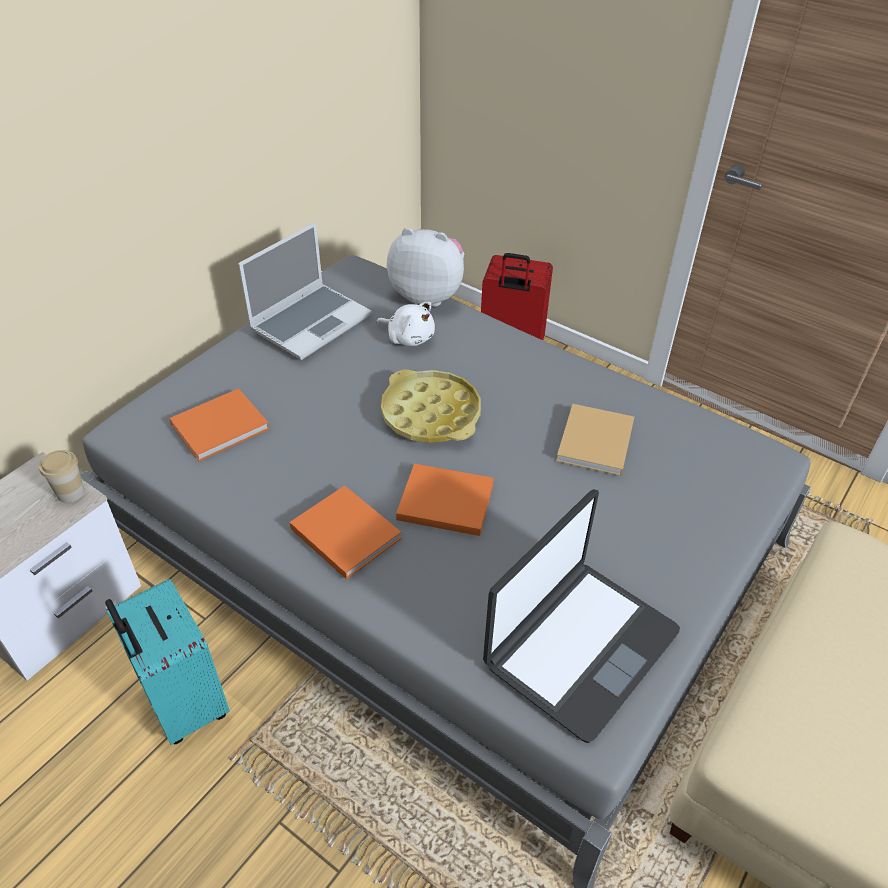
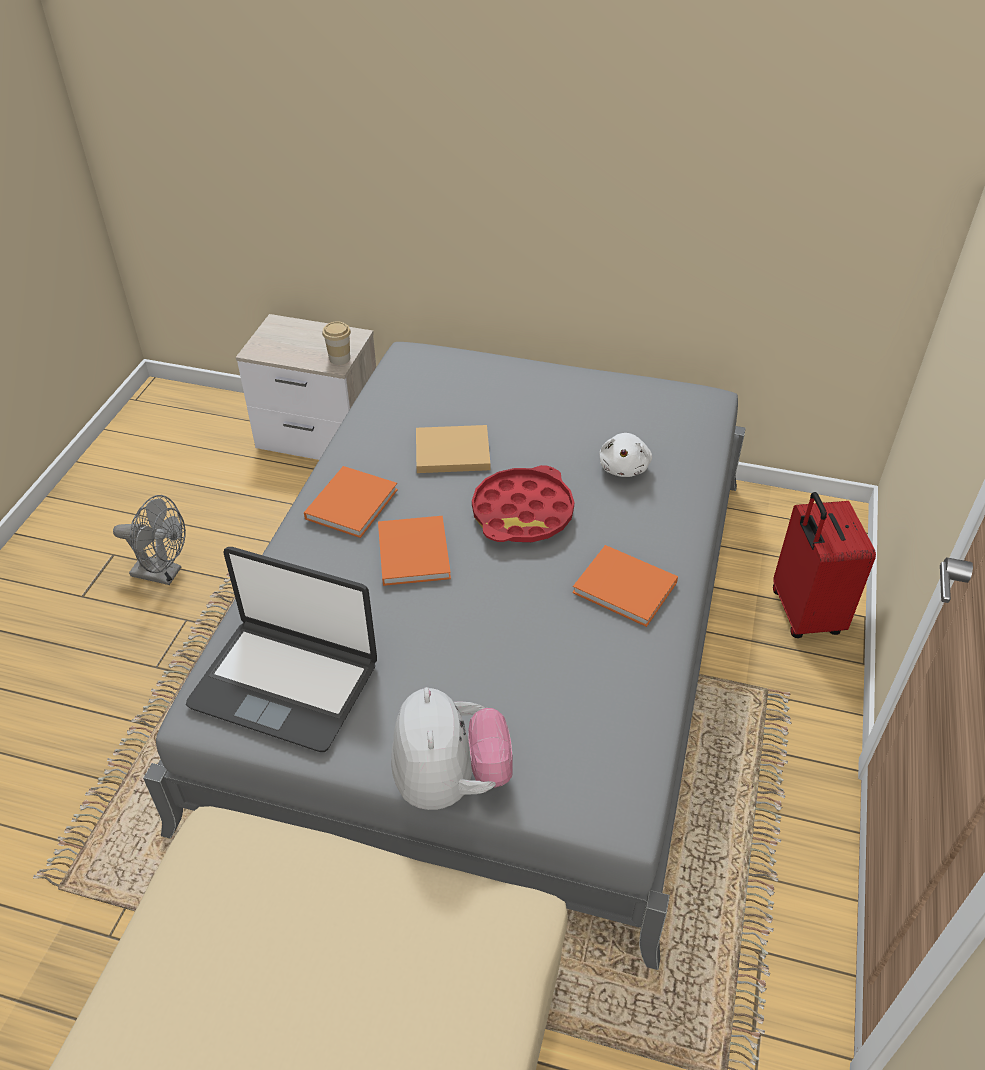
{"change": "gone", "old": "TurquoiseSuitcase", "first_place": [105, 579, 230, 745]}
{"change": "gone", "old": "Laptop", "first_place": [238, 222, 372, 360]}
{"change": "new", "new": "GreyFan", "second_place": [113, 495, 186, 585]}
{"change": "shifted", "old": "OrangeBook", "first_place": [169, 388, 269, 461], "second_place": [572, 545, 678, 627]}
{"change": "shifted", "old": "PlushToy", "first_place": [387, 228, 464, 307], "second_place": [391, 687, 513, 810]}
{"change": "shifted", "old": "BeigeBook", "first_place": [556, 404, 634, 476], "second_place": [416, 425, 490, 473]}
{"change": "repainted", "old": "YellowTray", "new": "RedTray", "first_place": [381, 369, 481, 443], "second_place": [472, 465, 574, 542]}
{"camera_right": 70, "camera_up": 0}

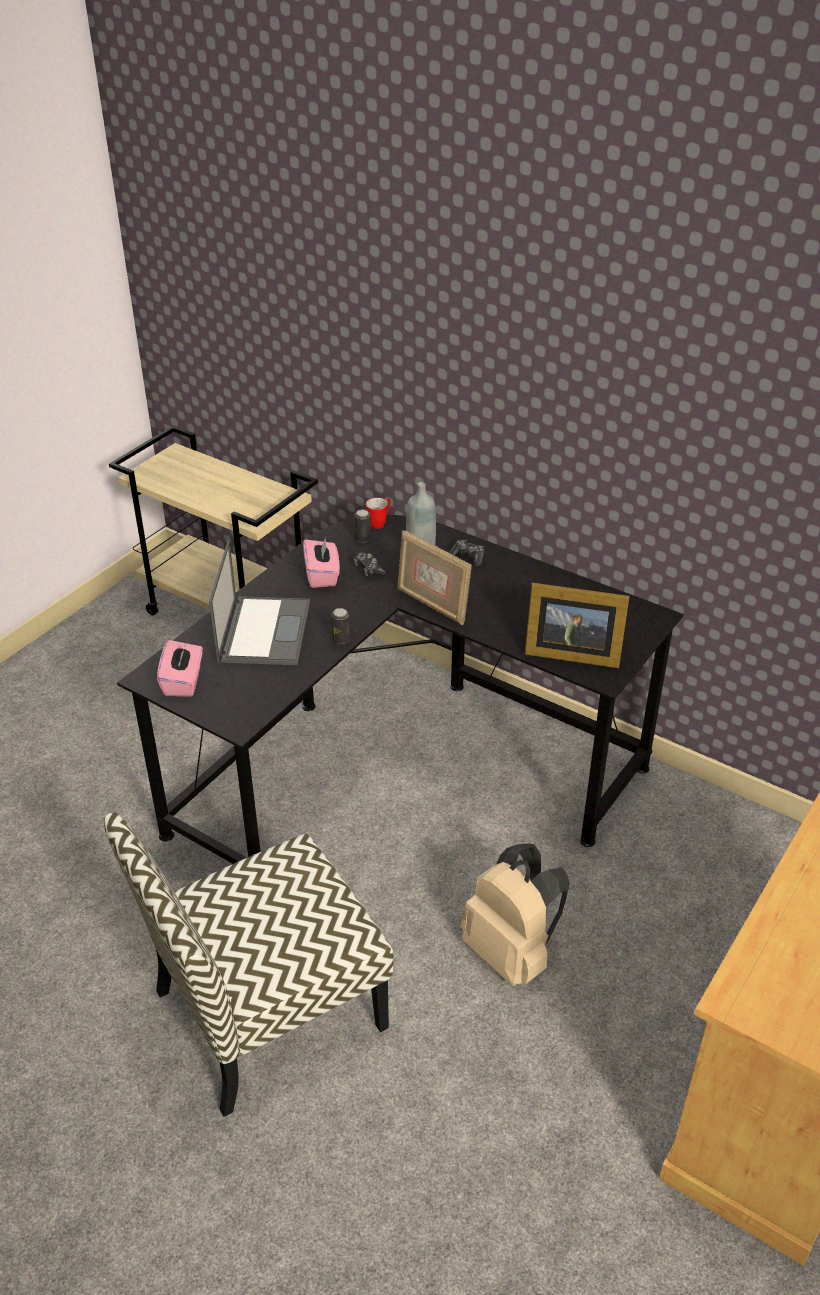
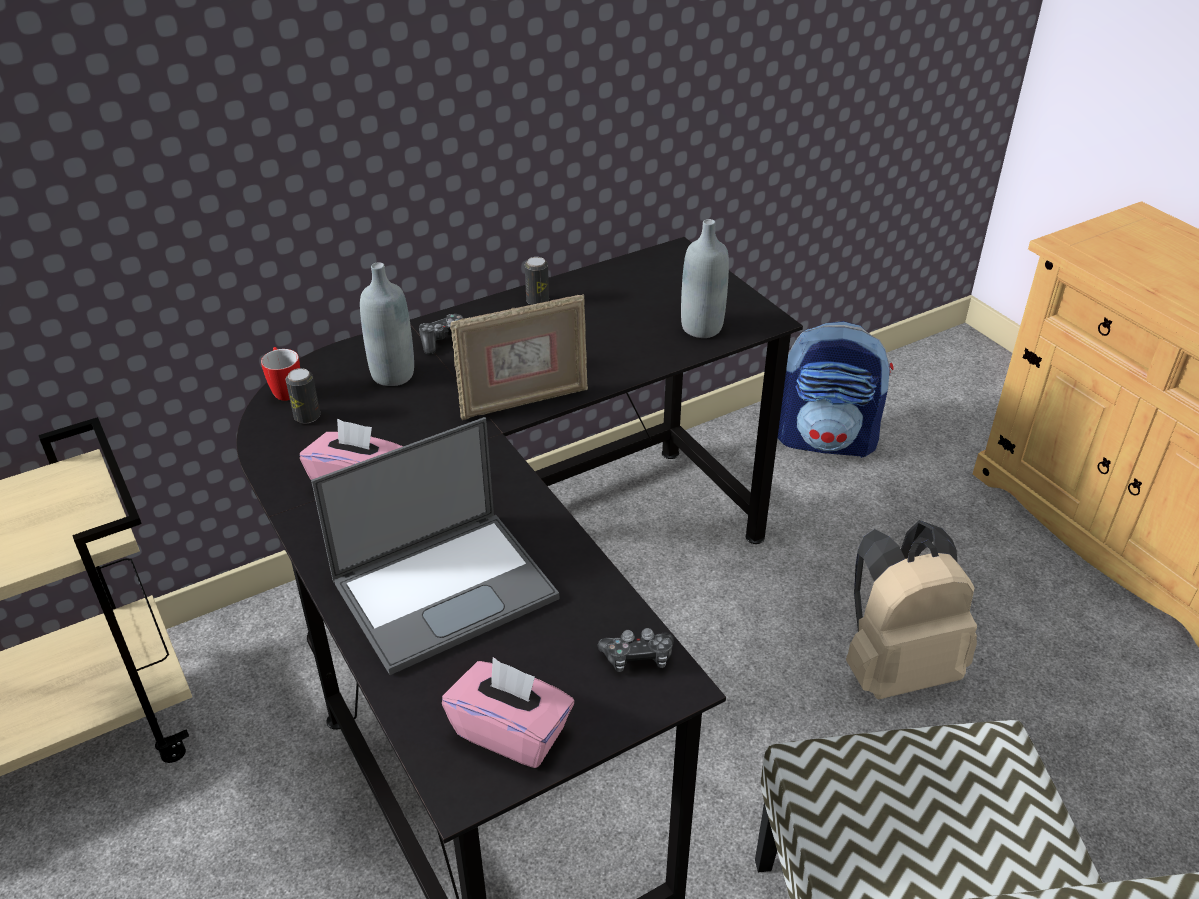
{"change": "new", "new": "Backpack", "second_place": [778, 321, 894, 458]}
{"change": "shifted", "old": "Can", "first_place": [331, 608, 350, 644], "second_place": [525, 257, 549, 305]}
{"change": "shifted", "old": "GameController", "first_place": [354, 552, 388, 577], "second_place": [598, 628, 674, 672]}
{"change": "swapped", "old": "PictureFrame", "new": "GreyBottle", "first_place": [525, 583, 629, 668], "second_place": [681, 219, 729, 338]}
{"change": "rotated", "old": "Laptop", "first_place": [209, 541, 310, 665], "second_place": [311, 417, 559, 675], "degrees": 120}
{"camera_right": -65, "camera_up": 0}

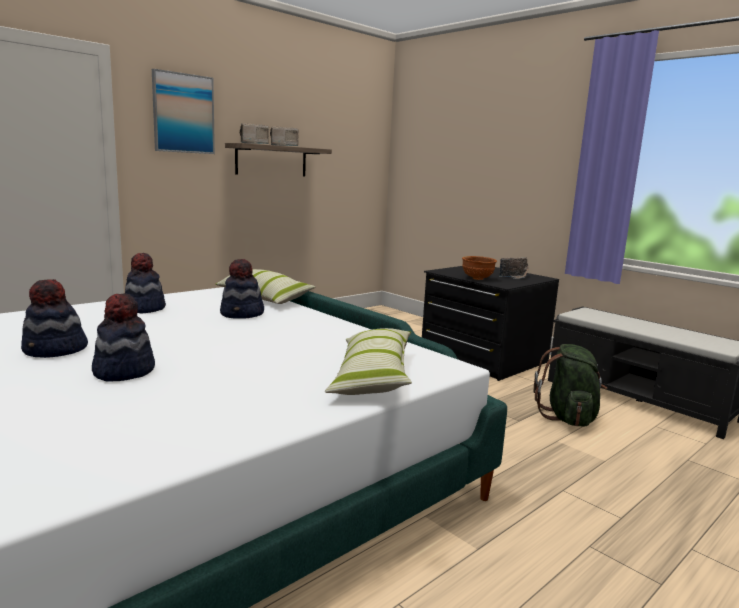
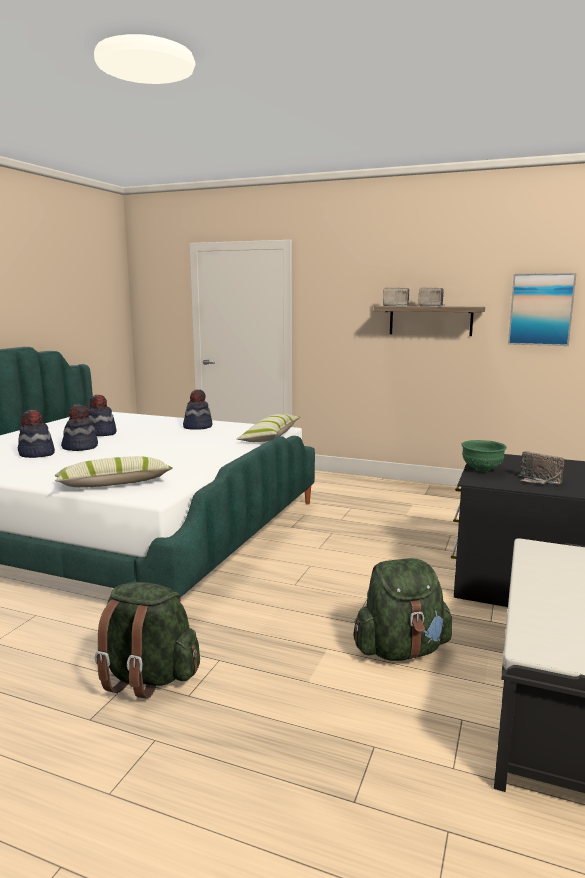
{"change": "new", "new": "GreenBackpack", "second_place": [95, 582, 200, 699]}
{"change": "shifted", "old": "Picture", "first_place": [152, 69, 215, 154], "second_place": [508, 273, 577, 346]}
{"change": "shifted", "old": "Hat", "first_place": [220, 259, 264, 319], "second_place": [18, 410, 55, 458]}
{"change": "repainted", "old": "BrownBowl", "new": "GreenBowl", "first_place": [462, 256, 497, 280], "second_place": [462, 440, 507, 472]}
{"camera_right": 65, "camera_up": 0}

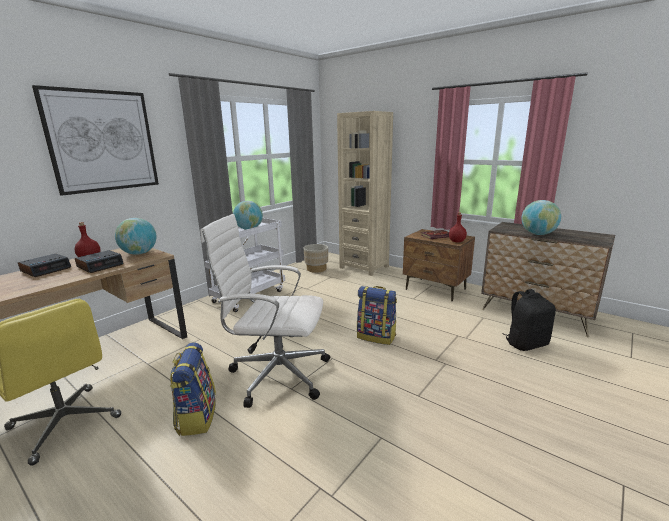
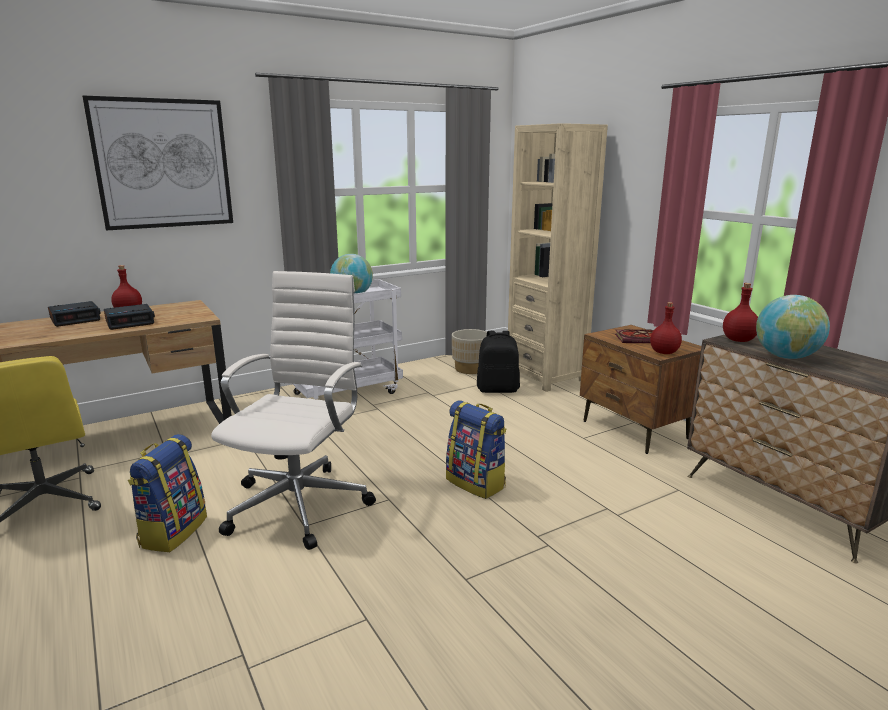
{"change": "gone", "old": "Globe", "first_place": [115, 218, 157, 255]}
{"change": "new", "new": "RedBottle", "second_place": [723, 283, 758, 342]}
{"change": "shifted", "old": "BlackBackpack", "first_place": [502, 289, 556, 351], "second_place": [477, 331, 520, 393]}
{"change": "rotated", "old": "WhiteOfficeChair", "first_place": [201, 214, 330, 408], "second_place": [211, 271, 376, 550], "degrees": 75}
{"camera_right": 20, "camera_up": 0}

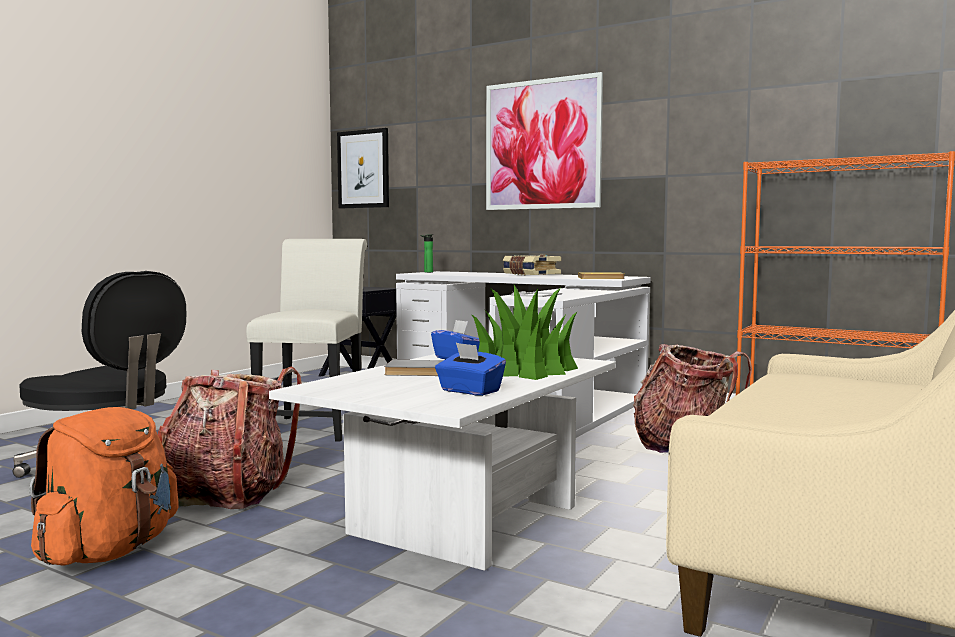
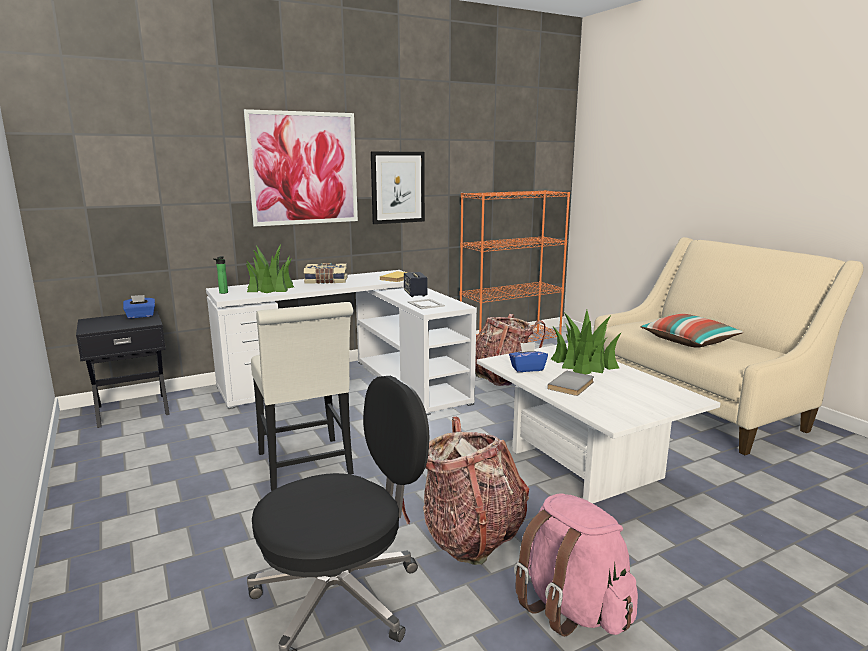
{"change": "new", "new": "PottedPlant", "second_place": [246, 245, 294, 293]}
{"change": "new", "new": "Speaker", "second_place": [404, 272, 428, 297]}
{"change": "new", "new": "Pillow", "second_place": [640, 314, 743, 348]}
{"change": "shifted", "old": "Picture", "first_place": [337, 128, 389, 208], "second_place": [371, 152, 425, 224]}
{"change": "shifted", "old": "BlueTissueBox", "first_place": [435, 343, 506, 396], "second_place": [123, 295, 155, 319]}
{"change": "repainted", "old": "OrangeBackpack", "new": "PinkBackpack", "first_place": [29, 407, 179, 566], "second_place": [514, 493, 638, 637]}
{"change": "rotated", "old": "WhiteChair", "first_place": [246, 239, 367, 442], "second_place": [251, 302, 354, 491], "degrees": -150}
{"camera_right": -60, "camera_up": 10}

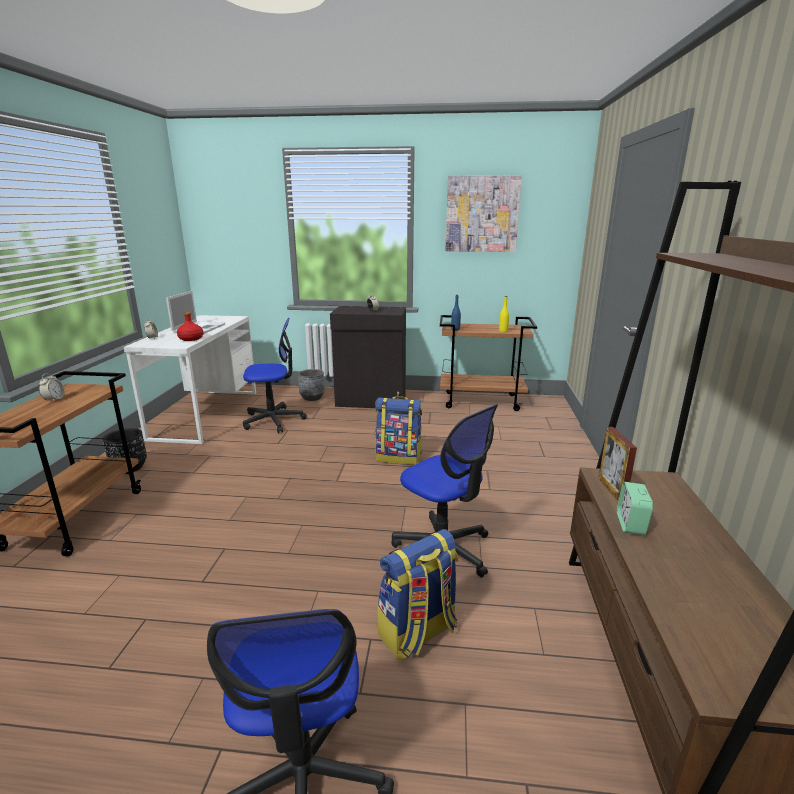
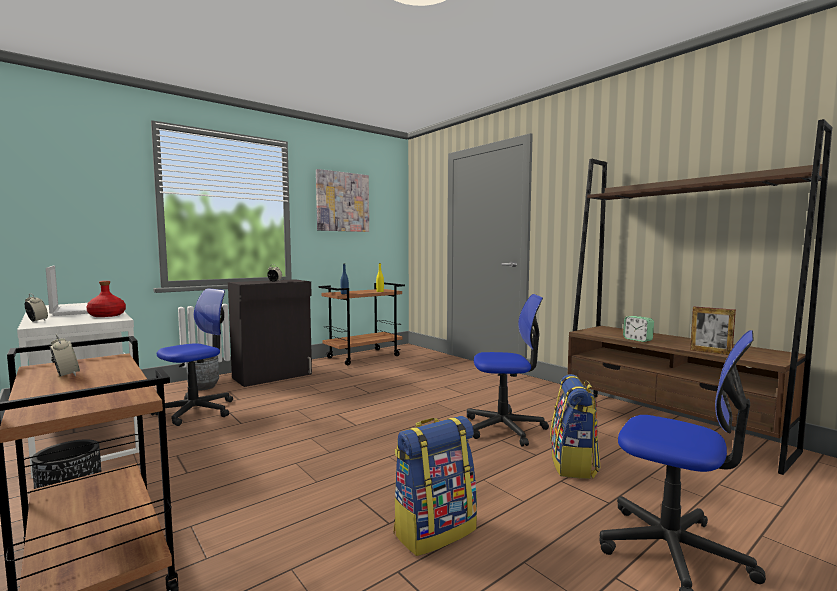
{"change": "shifted", "old": "Backpack", "first_place": [375, 396, 422, 465], "second_place": [394, 416, 477, 556]}
{"change": "shifted", "old": "PictureFrame", "first_place": [598, 427, 637, 500], "second_place": [690, 307, 736, 355]}
{"camera_right": -45, "camera_up": -15}

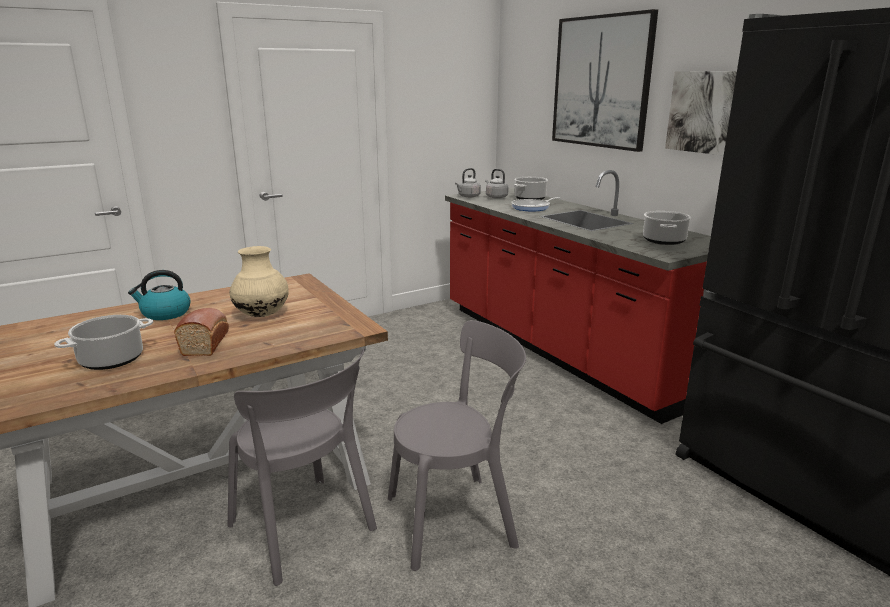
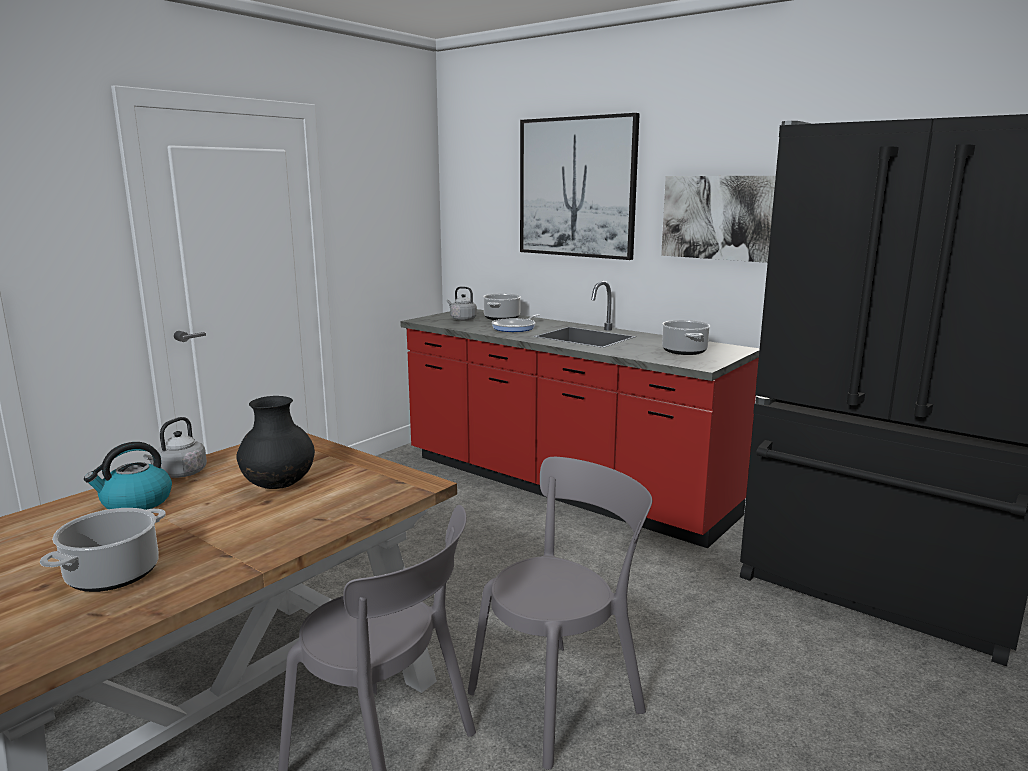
{"change": "gone", "old": "Bread", "first_place": [174, 308, 229, 356]}
{"change": "shifted", "old": "GreyKettle", "first_place": [455, 168, 481, 198], "second_place": [143, 417, 207, 478]}
{"change": "repainted", "old": "BeigeVase", "new": "BlackVase", "first_place": [229, 246, 289, 317], "second_place": [236, 396, 315, 489]}
{"camera_right": -20, "camera_up": -5}

